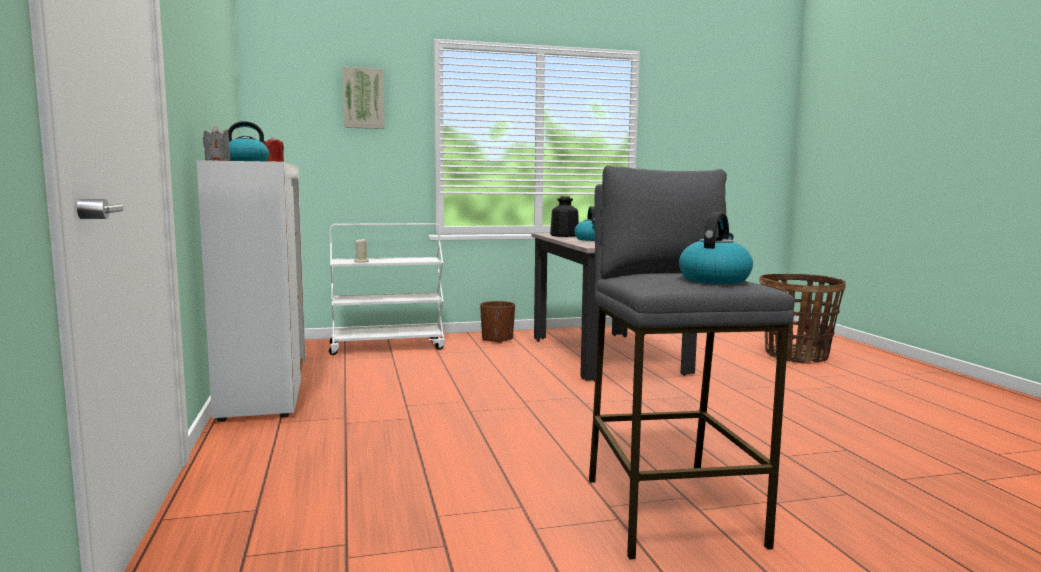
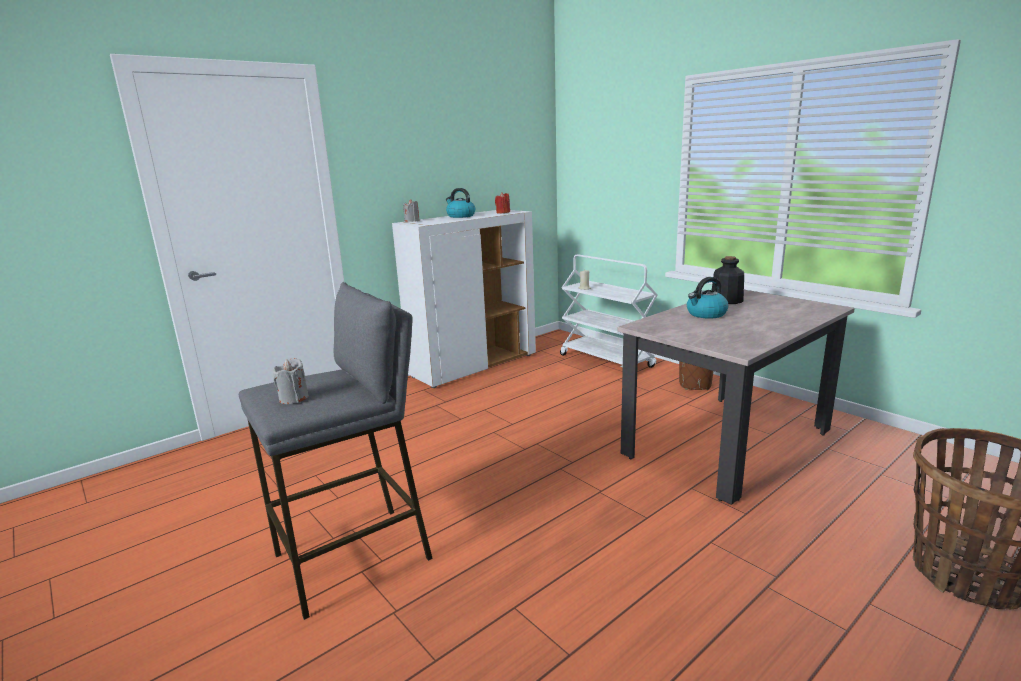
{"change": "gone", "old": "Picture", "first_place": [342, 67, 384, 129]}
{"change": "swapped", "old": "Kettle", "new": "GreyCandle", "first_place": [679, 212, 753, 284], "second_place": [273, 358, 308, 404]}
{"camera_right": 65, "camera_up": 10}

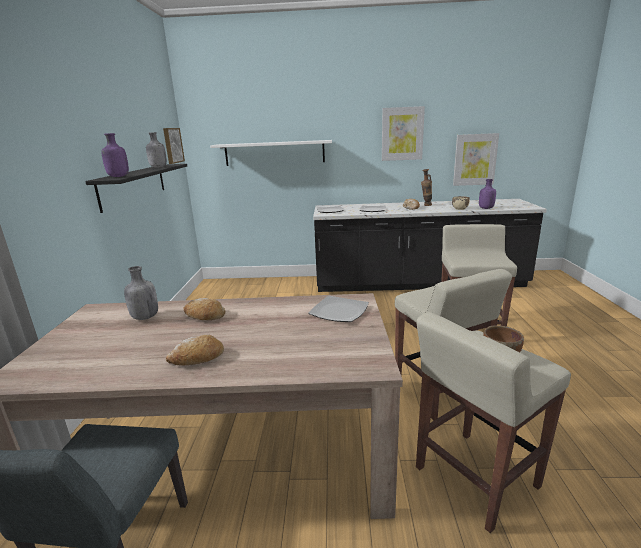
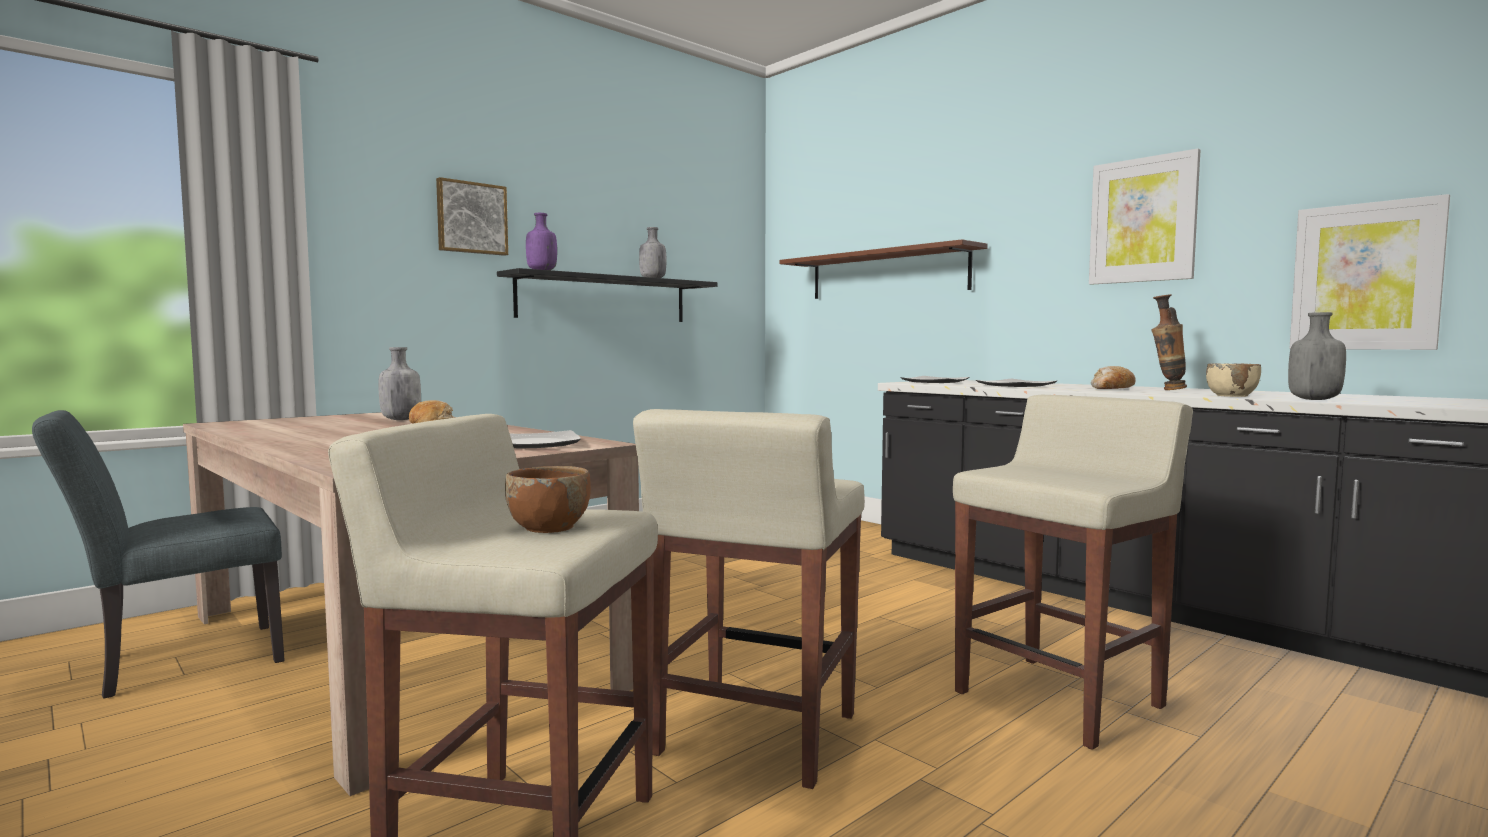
{"change": "gone", "old": "Bread", "first_place": [166, 335, 224, 365]}
{"change": "shifted", "old": "Picture", "first_place": [163, 128, 185, 164], "second_place": [436, 177, 508, 256]}
{"change": "repainted", "old": "WhiteShelf", "new": "BrownShelf", "first_place": [210, 140, 332, 166], "second_place": [780, 239, 988, 299]}
{"change": "repainted", "old": "PurpleBottle", "new": "GreyBottle", "first_place": [479, 179, 496, 209], "second_place": [1288, 312, 1346, 400]}
{"camera_right": 45, "camera_up": -15}

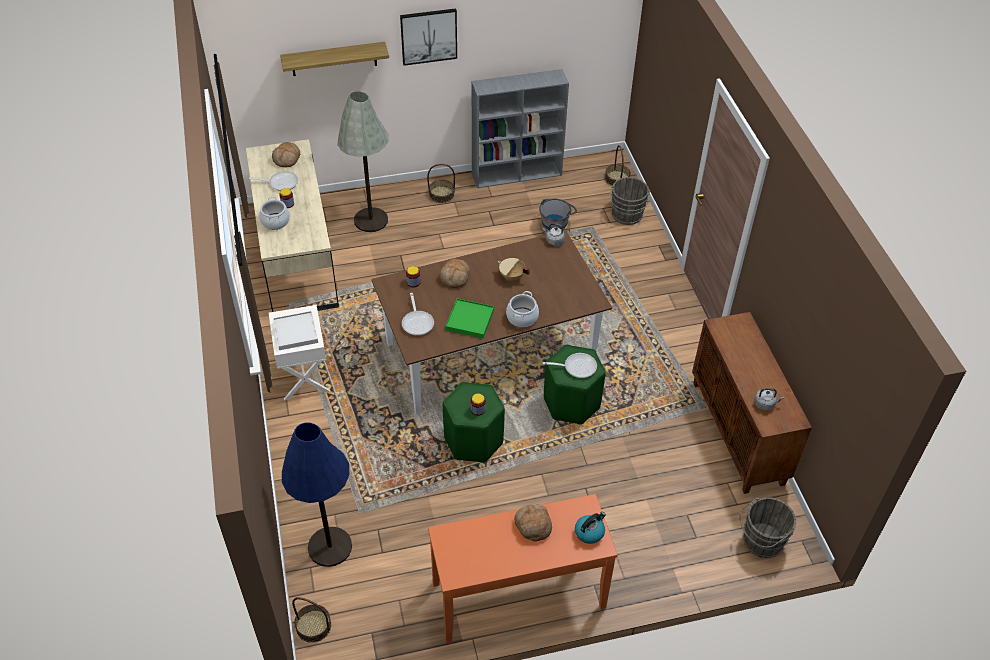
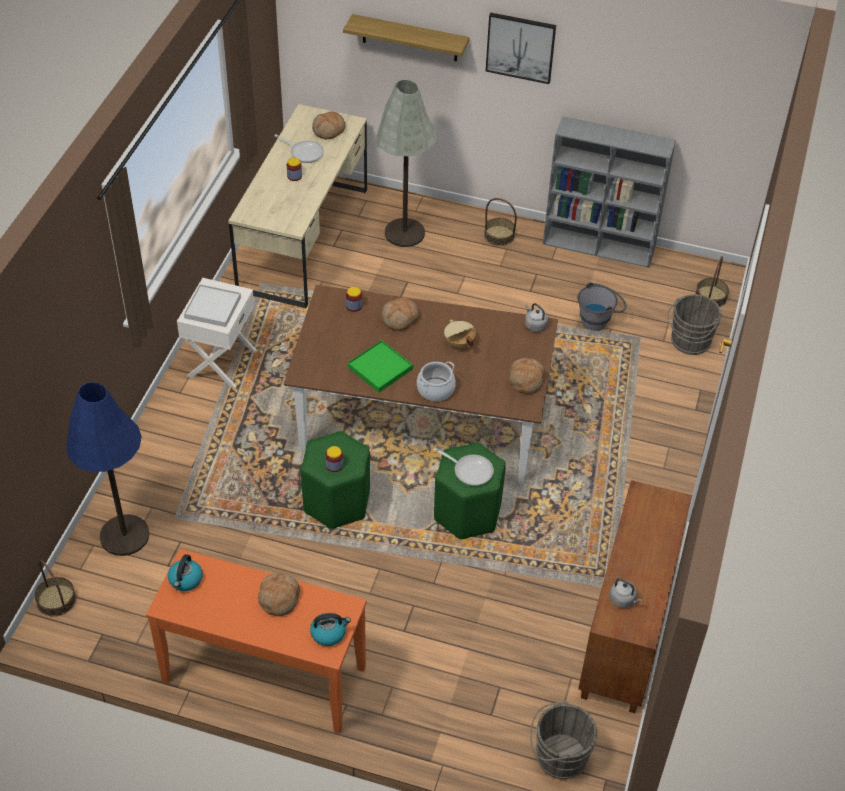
{"change": "gone", "old": "CookingPot", "first_place": [259, 197, 290, 230]}
{"change": "gone", "old": "FryingPan", "first_place": [402, 293, 434, 336]}
{"change": "new", "new": "Kettle", "second_place": [168, 554, 203, 591]}
{"change": "new", "new": "Bread", "second_place": [509, 358, 545, 394]}
{"camera_right": 30, "camera_up": 0}

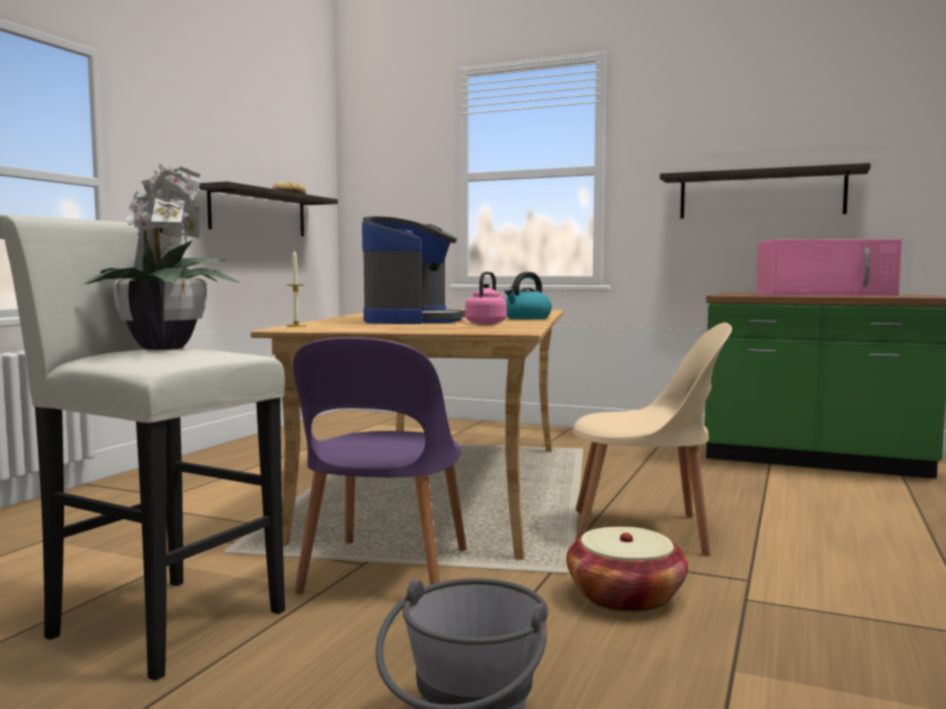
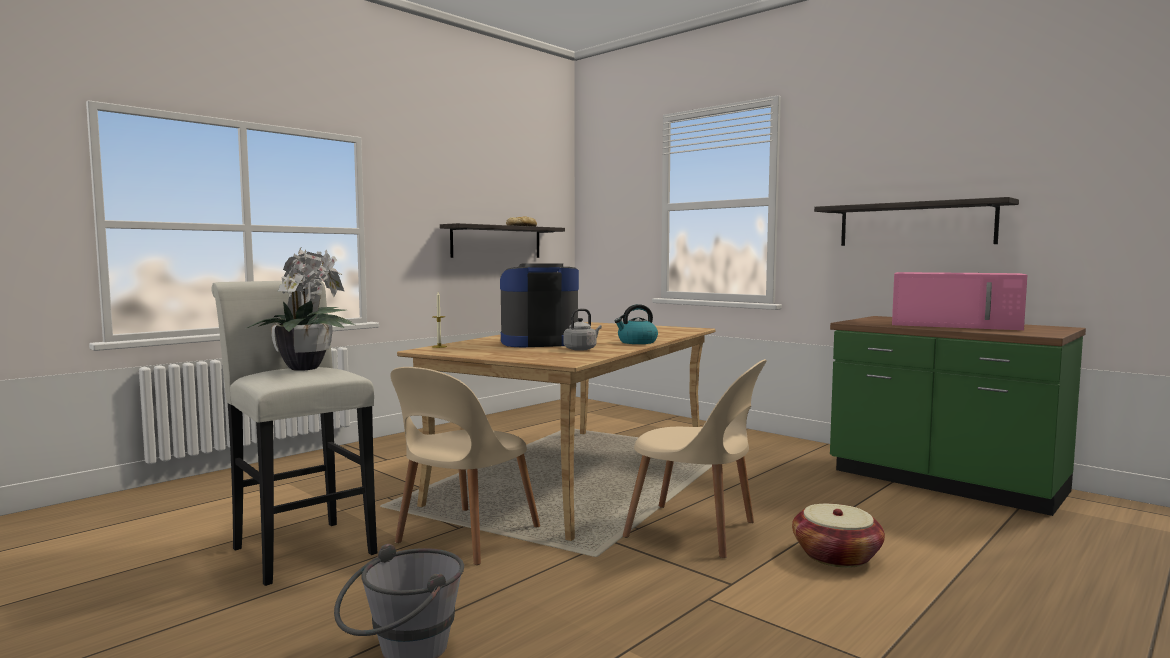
{"change": "shifted", "old": "Basket", "first_place": [566, 527, 688, 613], "second_place": [792, 504, 885, 568]}
{"change": "repainted", "old": "PurpleChair", "new": "BeigeChair", "first_place": [293, 337, 467, 594], "second_place": [390, 367, 540, 565]}
{"change": "repainted", "old": "PinkKettle", "new": "GreyKettle", "first_place": [465, 271, 507, 324], "second_place": [563, 309, 602, 351]}
{"change": "rotated", "old": "CoffeeMachine", "first_place": [362, 216, 465, 324], "second_place": [500, 263, 579, 347], "degrees": -135}
{"camera_right": 20, "camera_up": 0}

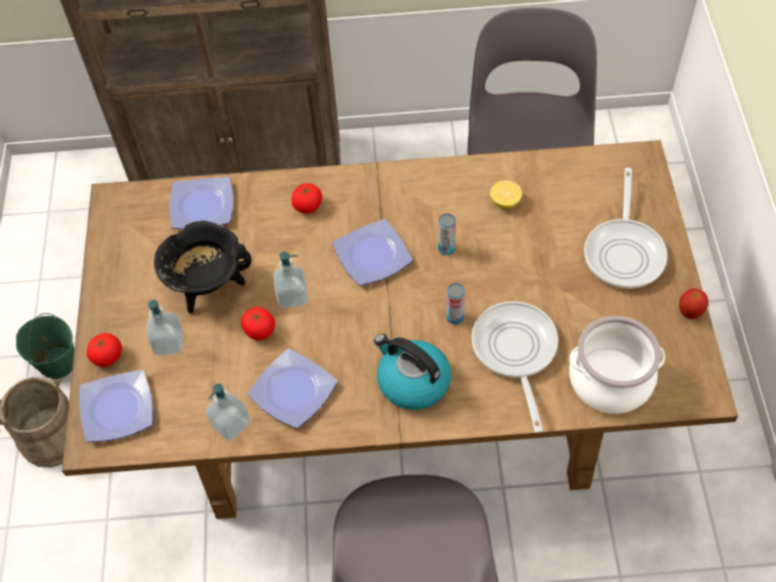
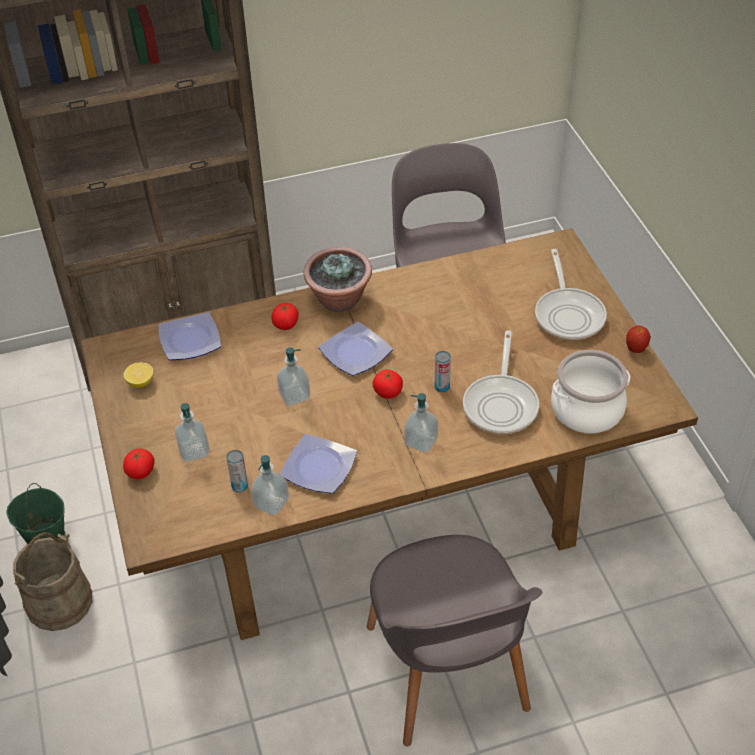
{"change": "gone", "old": "Plate", "first_place": [79, 370, 153, 442]}
{"change": "gone", "old": "BlackCookingPot", "first_place": [154, 221, 252, 314]}
{"change": "new", "new": "PottedPlant", "second_place": [304, 247, 372, 312]}
{"change": "shifted", "old": "Tomato", "first_place": [241, 307, 275, 341], "second_place": [372, 370, 403, 399]}
{"change": "shifted", "old": "Can", "first_place": [438, 213, 456, 255], "second_place": [226, 450, 248, 492]}
{"change": "shifted", "old": "Lemon", "first_place": [490, 181, 522, 209], "second_place": [124, 362, 154, 388]}
{"change": "swapped", "old": "Kettle", "new": "SoapDispenser", "first_place": [374, 334, 451, 410], "second_place": [404, 393, 438, 452]}
{"change": "rotated", "old": "FryingPan", "first_place": [471, 301, 558, 433], "second_place": [463, 331, 539, 434], "degrees": -150}
{"camera_right": -15, "camera_up": -10}

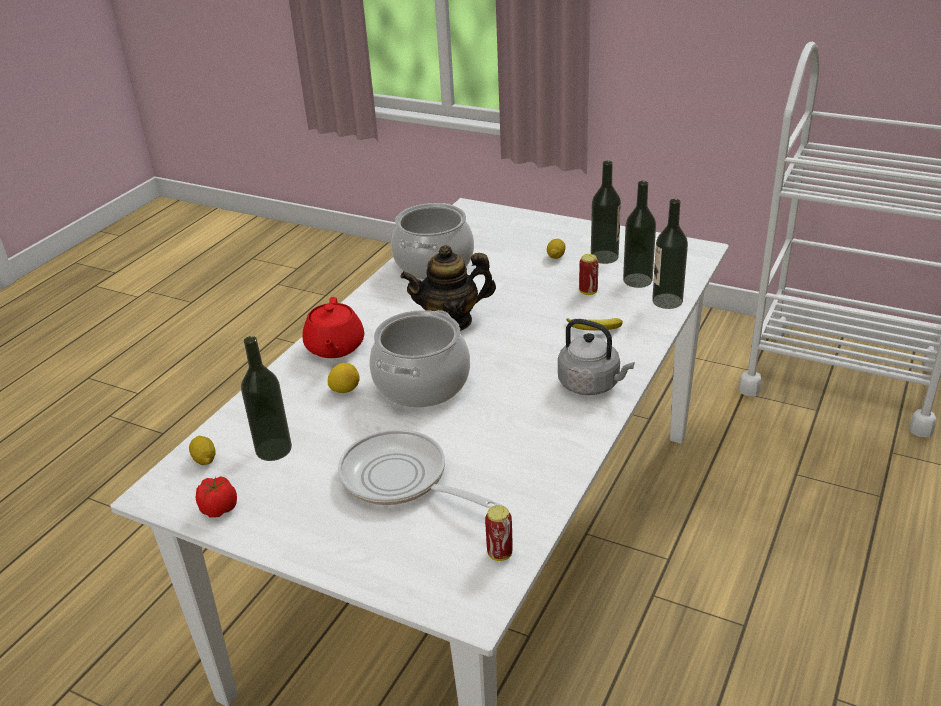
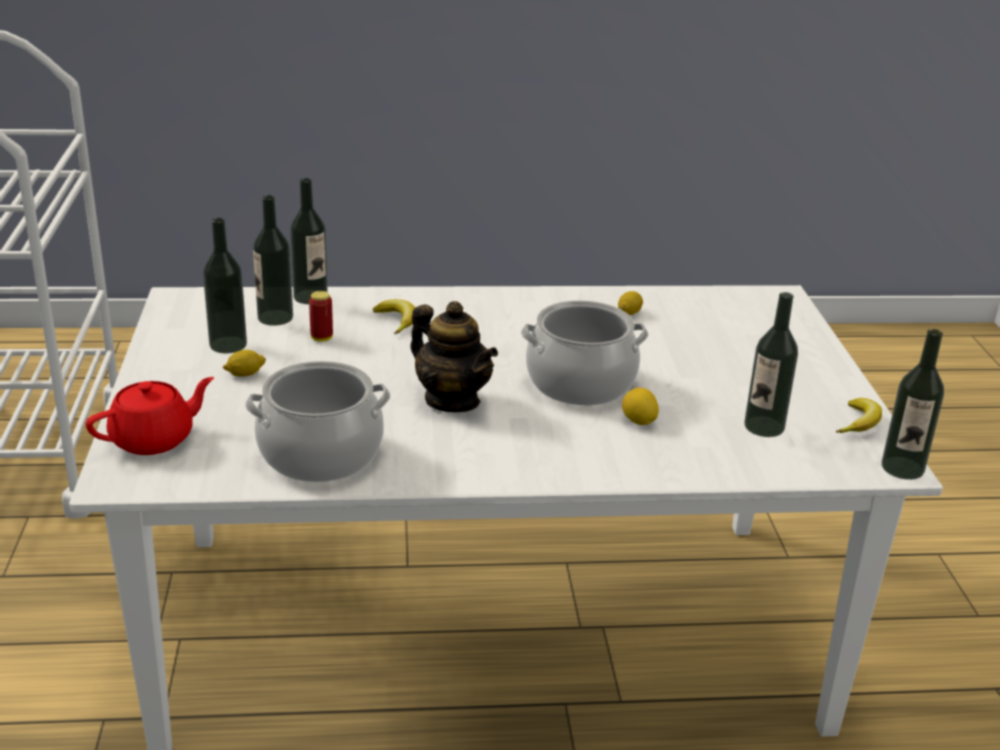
{"change": "gone", "old": "FryingPan", "first_place": [338, 429, 503, 509]}
{"change": "gone", "old": "Can", "first_place": [485, 505, 512, 561]}
{"change": "gone", "old": "GreyKettle", "first_place": [558, 319, 634, 395]}
{"change": "new", "new": "Bottle", "second_place": [882, 329, 944, 480]}
{"change": "shifted", "old": "Lemon", "first_place": [189, 436, 215, 465], "second_place": [618, 291, 643, 315]}
{"change": "shifted", "old": "RedTeapot", "first_place": [302, 297, 364, 358], "second_place": [86, 377, 214, 455]}
{"change": "swapped", "old": "Tomato", "new": "Banana", "first_place": [196, 476, 237, 518], "second_place": [836, 398, 882, 433]}
{"camera_right": -125, "camera_up": -5}

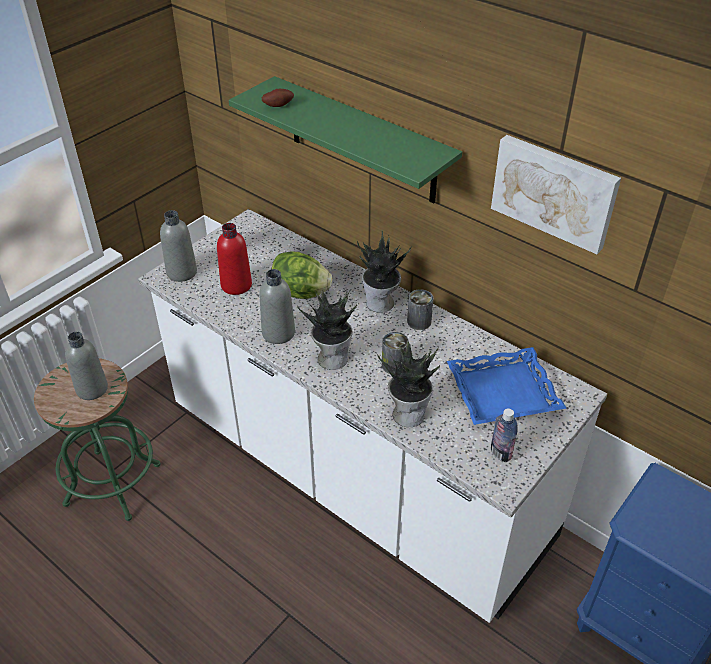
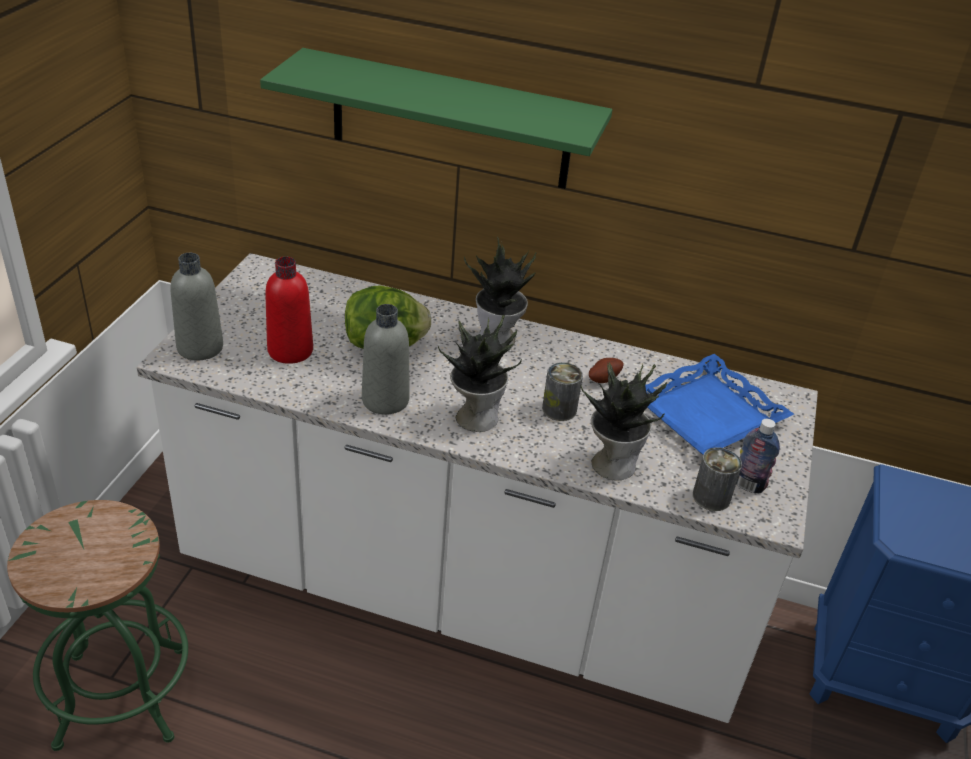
{"change": "gone", "old": "GreyBottle", "first_place": [65, 332, 108, 400]}
{"change": "gone", "old": "Picture", "first_place": [491, 135, 621, 254]}
{"change": "shifted", "old": "Potato", "first_place": [261, 89, 294, 107], "second_place": [589, 358, 624, 383]}
{"change": "shifted", "old": "Can", "first_place": [407, 289, 433, 330], "second_place": [693, 447, 742, 511]}
{"camera_right": -25, "camera_up": -5}

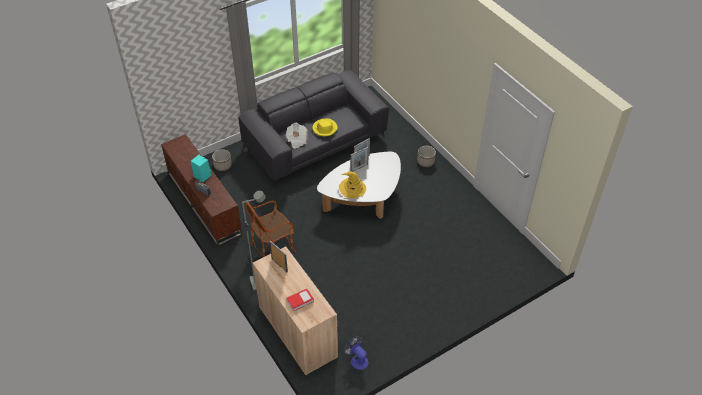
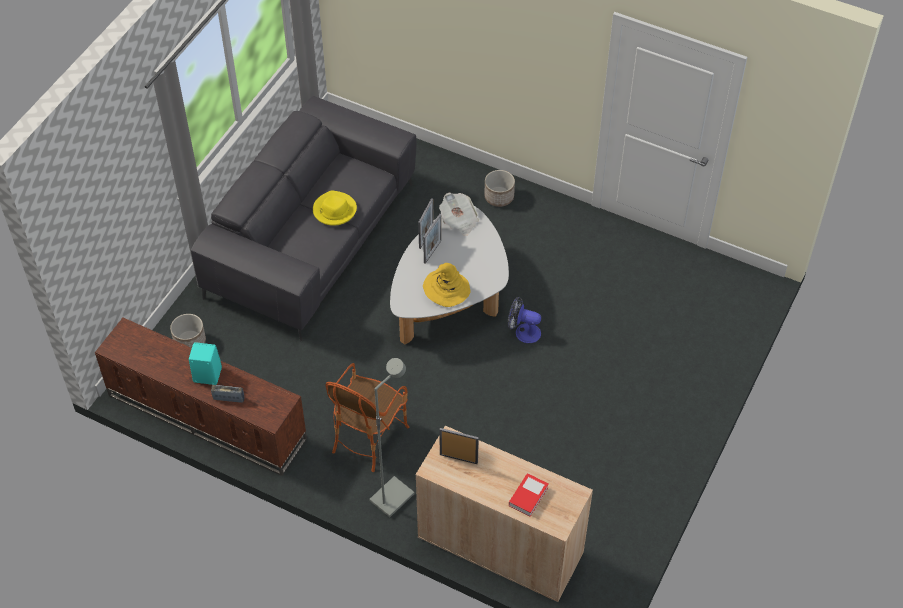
{"change": "shifted", "old": "Newspaper", "first_place": [286, 123, 308, 149], "second_place": [439, 192, 479, 236]}
{"change": "shifted", "old": "Fan", "first_place": [344, 336, 368, 370], "second_place": [508, 297, 541, 343]}
{"camera_right": -30, "camera_up": 5}

